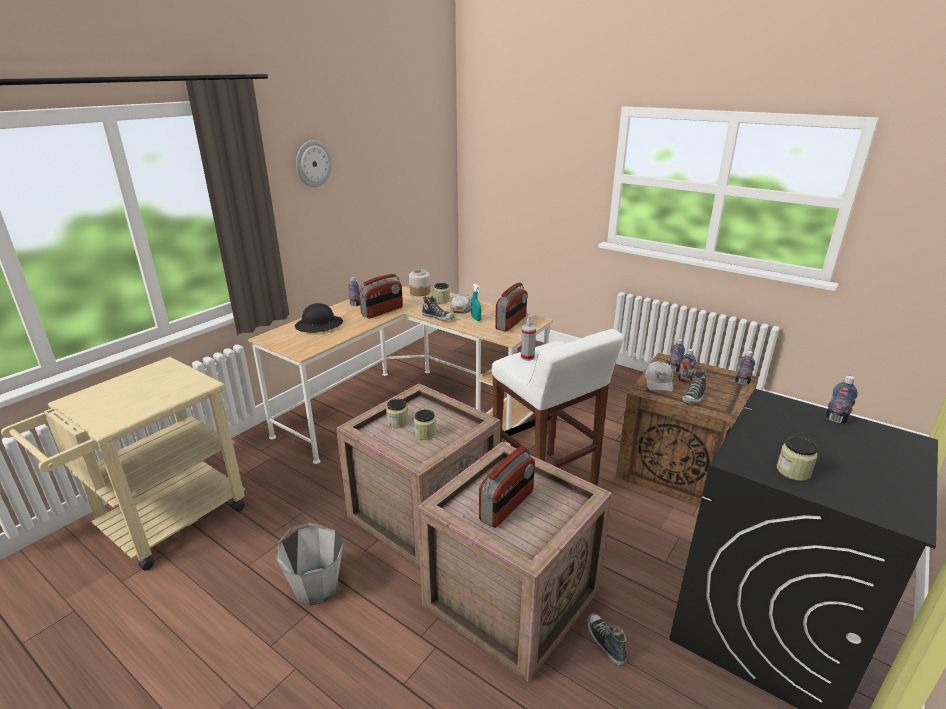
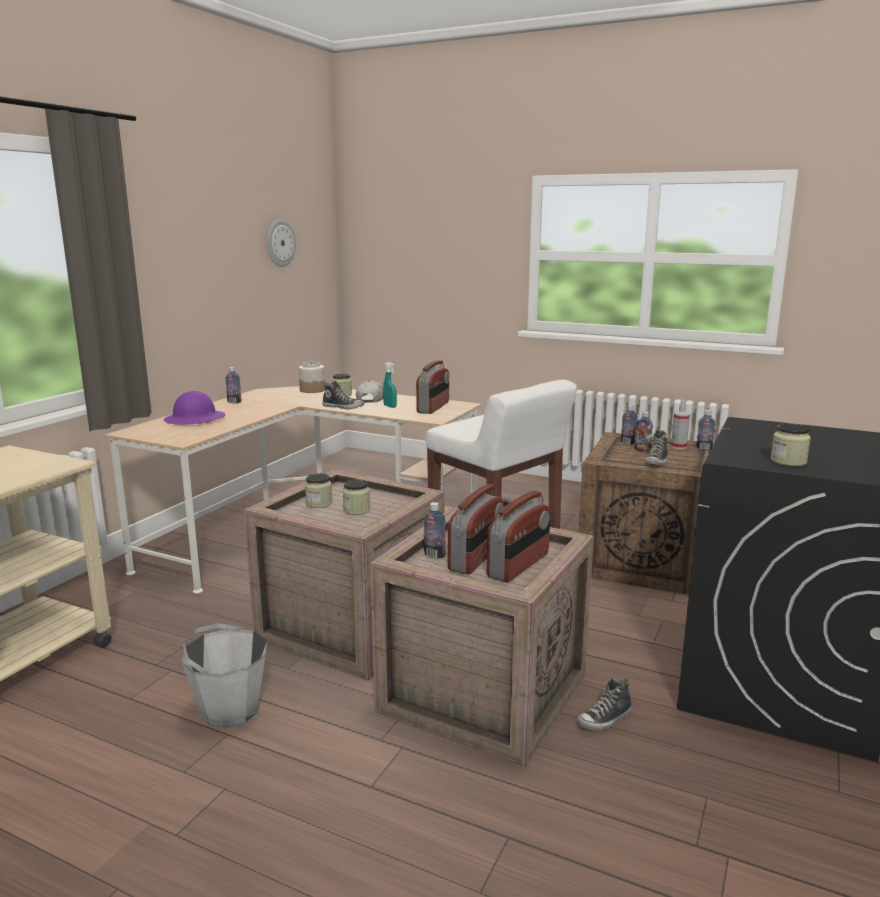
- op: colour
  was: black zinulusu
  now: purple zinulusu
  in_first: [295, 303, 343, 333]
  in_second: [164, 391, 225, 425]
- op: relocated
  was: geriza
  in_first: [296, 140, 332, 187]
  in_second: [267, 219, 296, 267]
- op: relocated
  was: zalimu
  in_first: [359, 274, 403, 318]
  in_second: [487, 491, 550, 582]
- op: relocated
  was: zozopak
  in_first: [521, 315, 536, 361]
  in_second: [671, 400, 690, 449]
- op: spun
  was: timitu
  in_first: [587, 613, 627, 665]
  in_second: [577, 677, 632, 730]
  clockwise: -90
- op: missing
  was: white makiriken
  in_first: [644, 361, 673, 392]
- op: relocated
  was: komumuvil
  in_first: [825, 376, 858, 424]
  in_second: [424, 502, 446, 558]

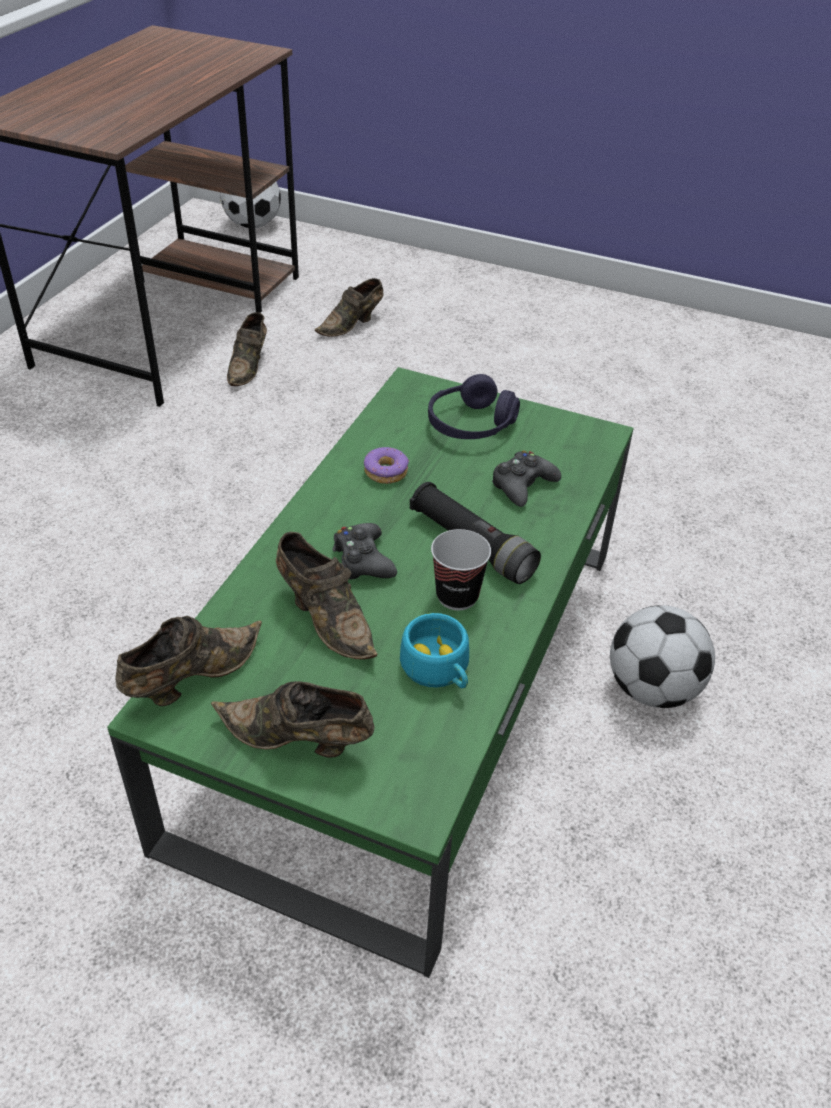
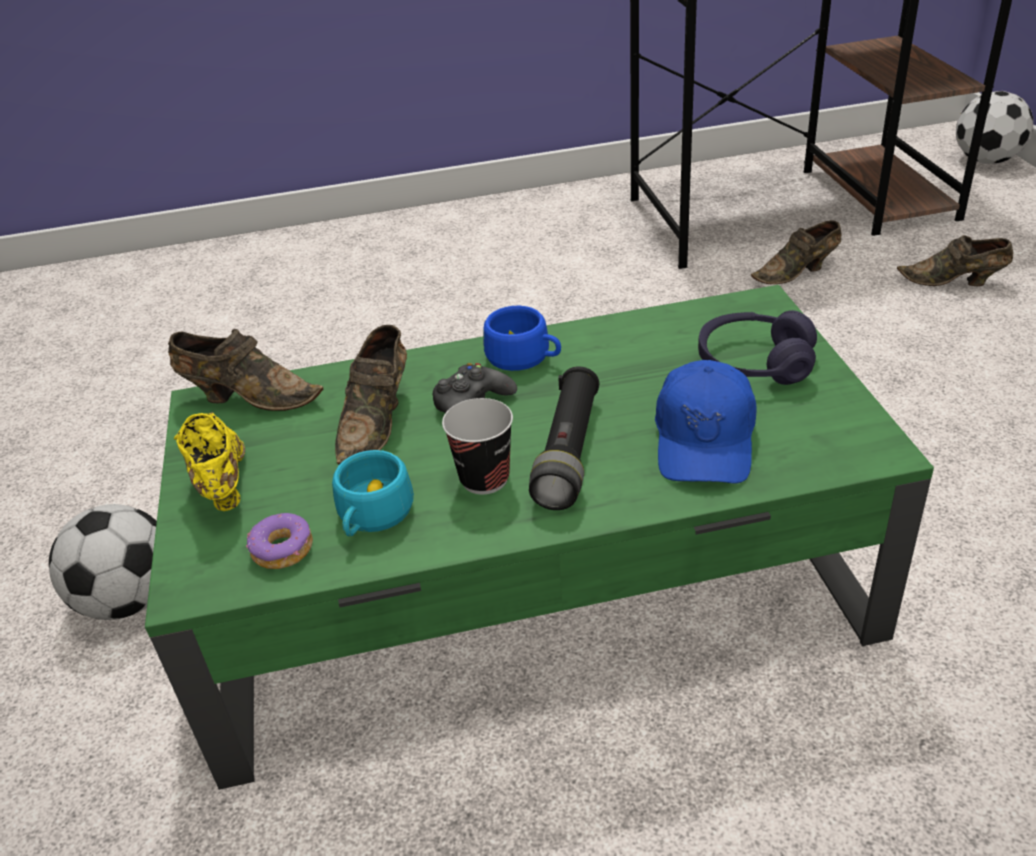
- op: colour
  was: brown timitu
  now: yellow timitu
  in_first: [211, 681, 374, 758]
  in_second: [174, 412, 245, 511]
- op: relocated
  was: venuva
  in_first: [364, 447, 409, 484]
  in_second: [246, 513, 313, 569]
- op: exchanged
  was: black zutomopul
  now: blue makiriken
  in_first: [492, 450, 561, 507]
  in_second: [655, 360, 757, 483]
- op: relocated
  was: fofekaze
  in_first: [610, 605, 715, 708]
  in_second: [49, 504, 157, 620]
- op: appeared
  now: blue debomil
  in_second: [483, 306, 561, 371]

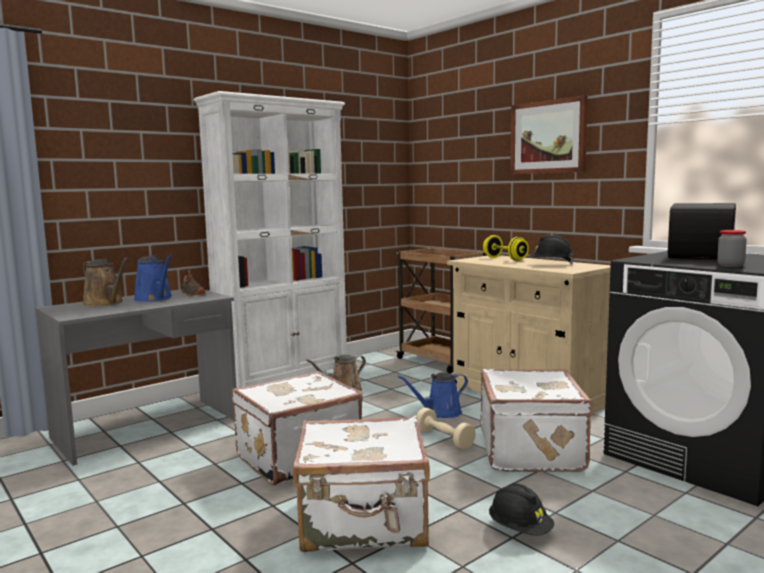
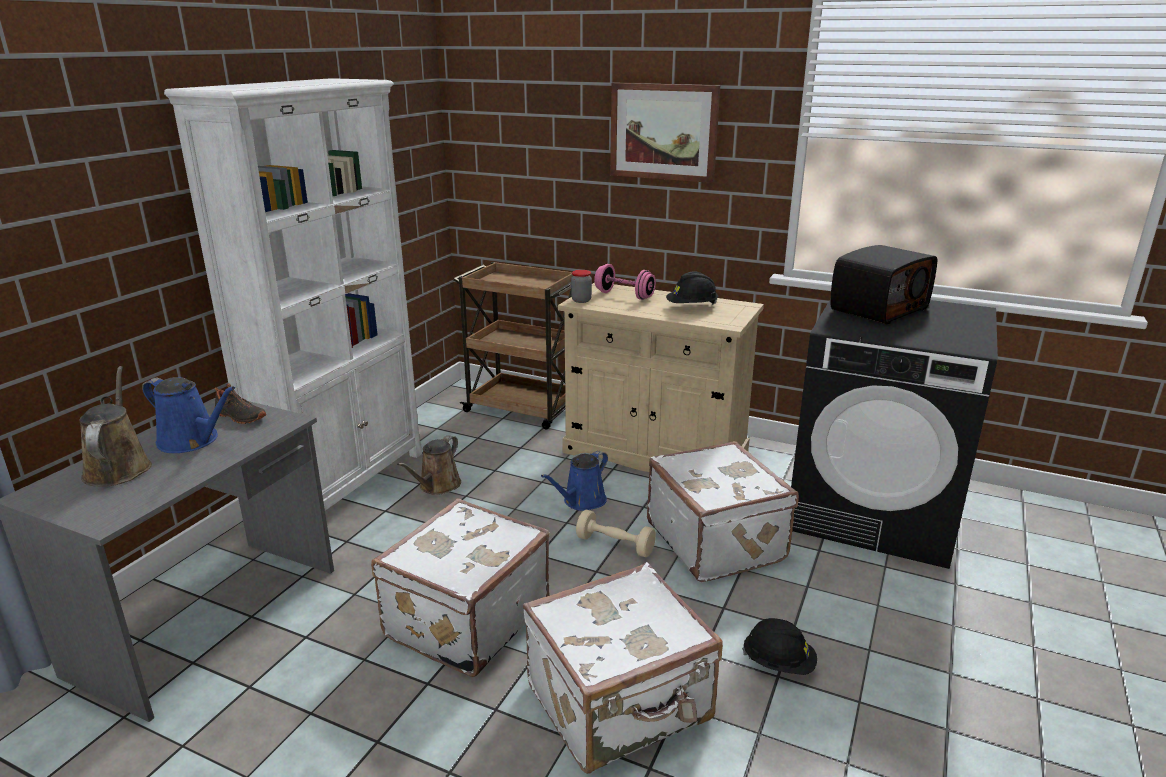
- op: spun
  was: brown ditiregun
  in_first: [82, 257, 129, 306]
  in_second: [79, 366, 152, 487]
  clockwise: -120
- op: colour
  was: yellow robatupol
  now: pink robatupol
  in_first: [483, 235, 529, 261]
  in_second: [594, 264, 656, 300]
- op: spun
  was: zalimu
  in_first: [668, 203, 736, 260]
  in_second: [831, 245, 938, 325]
  clockwise: 45
- op: relocated
  was: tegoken
  in_first: [717, 230, 747, 267]
  in_second: [571, 270, 592, 303]

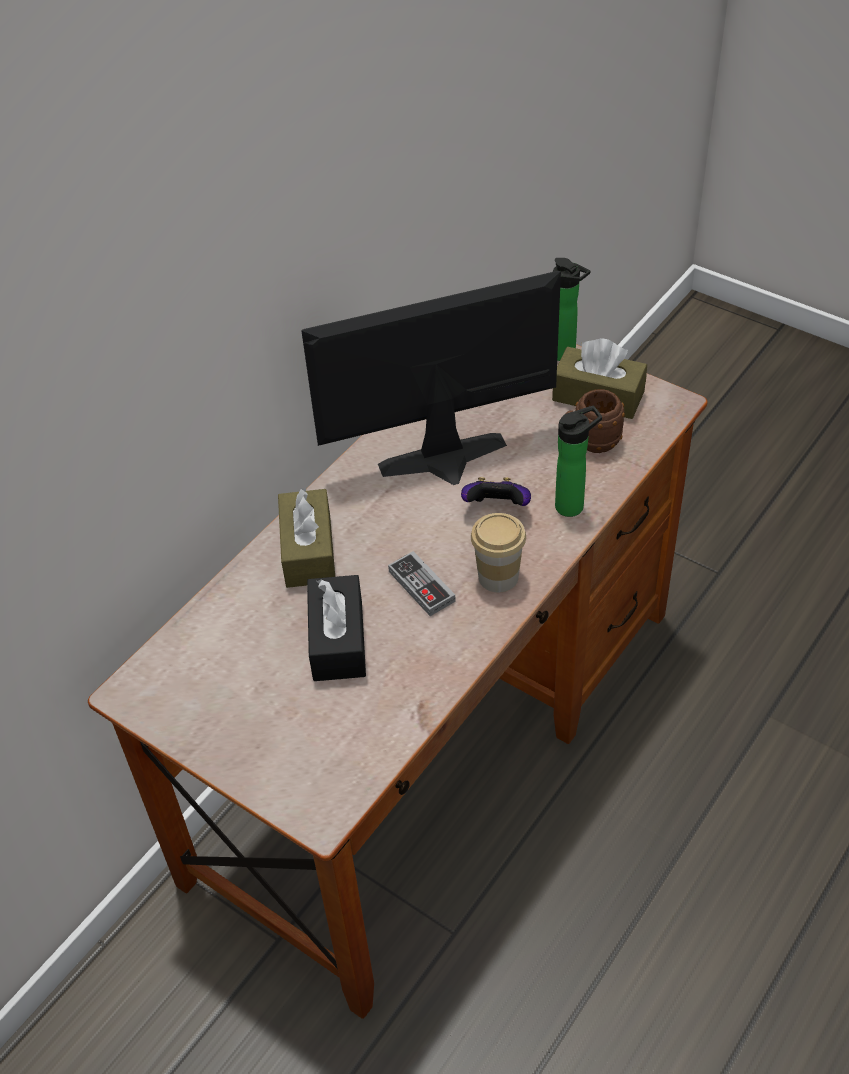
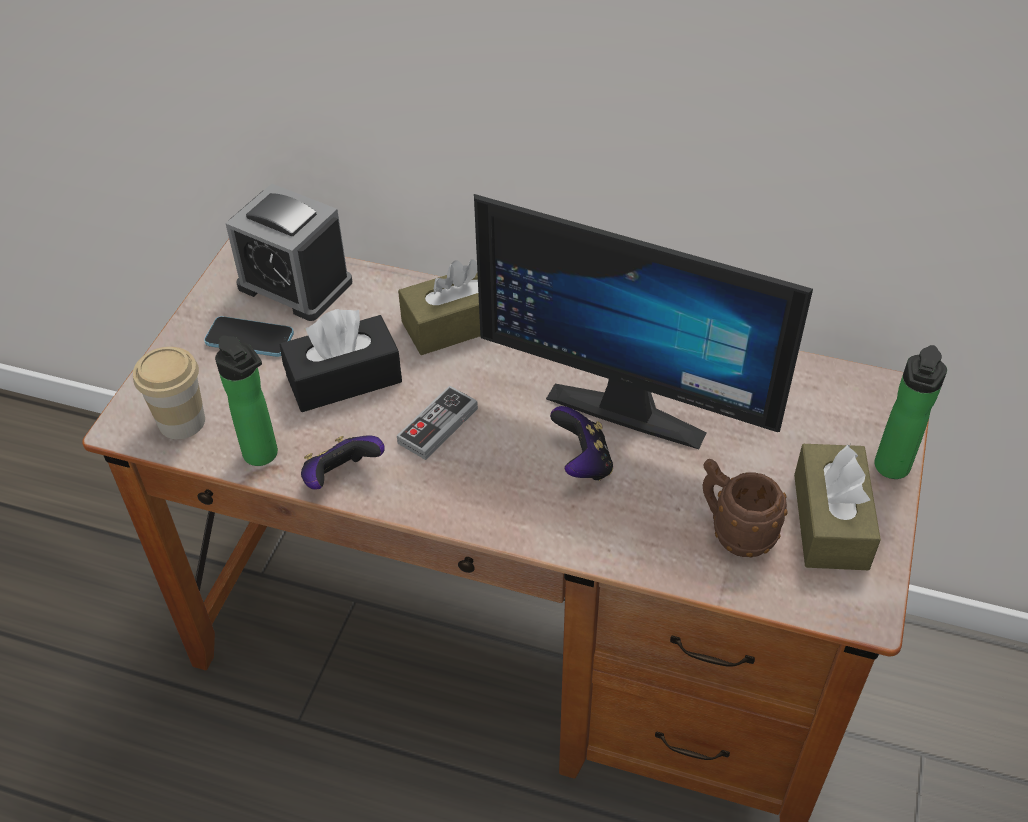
- op: spun
  was: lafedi
  in_first: [302, 271, 561, 485]
  in_second: [474, 194, 813, 449]
  clockwise: 150
- op: relocated
  was: debomil
  in_first: [471, 513, 526, 592]
  in_second: [133, 347, 205, 439]
- op: relocated
  was: komumuvil
  in_first: [555, 406, 602, 517]
  in_second: [215, 336, 278, 466]
- op: appeared
  now: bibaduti
  in_second: [204, 316, 294, 357]
- op: appeared
  now: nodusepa
  in_second: [225, 184, 352, 321]
- op: appeared
  now: zutomopul
  in_second: [301, 435, 385, 490]

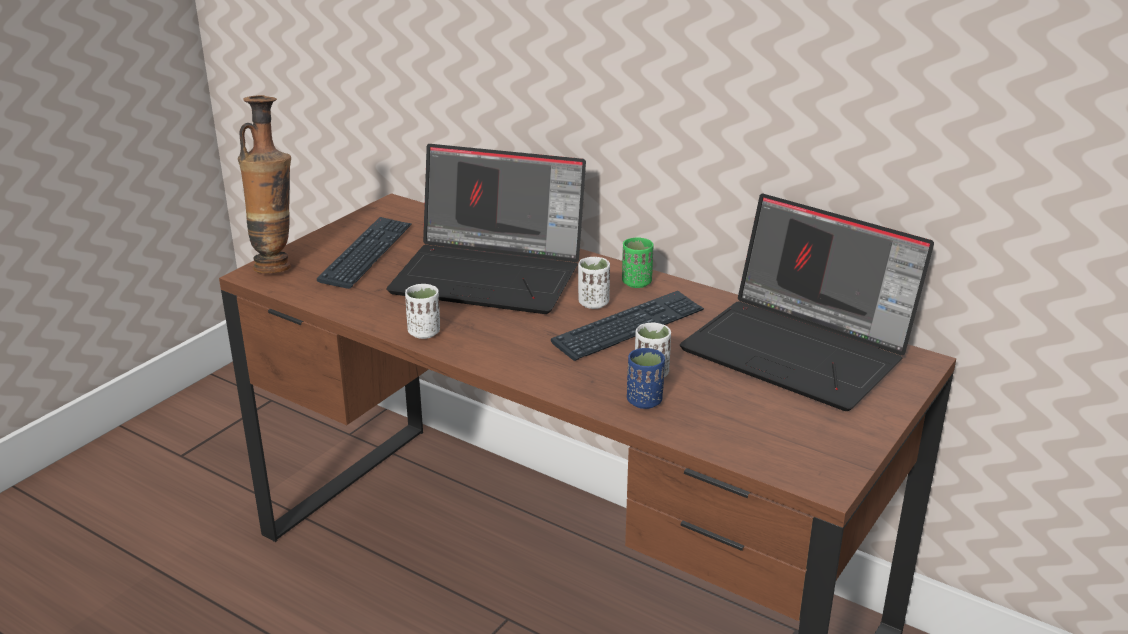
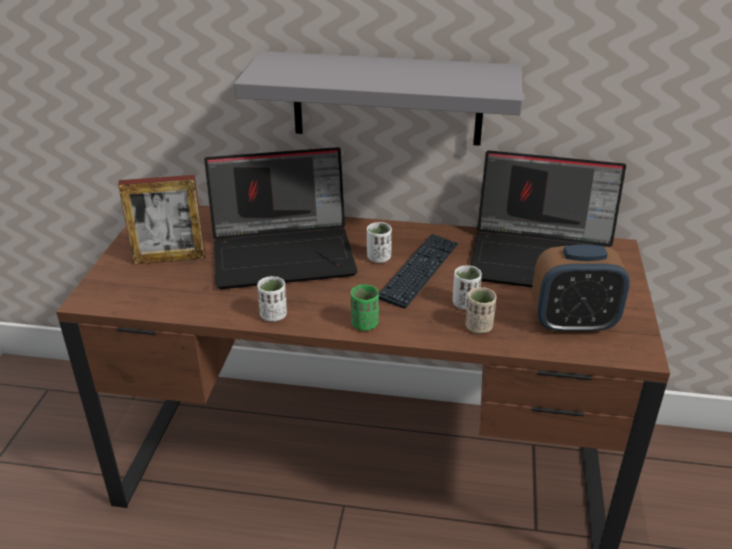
- op: missing
  was: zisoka
  in_first: [238, 95, 291, 273]
- op: exchanged
  was: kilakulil
  now: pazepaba
  in_first: [317, 217, 412, 289]
  in_second: [118, 175, 206, 264]
- op: relocated
  was: green debomil
  in_first: [622, 237, 653, 288]
  in_second: [351, 285, 379, 331]
- op: colour
  was: blue debomil
  now: beige debomil
  in_first: [627, 348, 665, 409]
  in_second: [465, 287, 496, 334]
- op: appeared
  now: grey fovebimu
  in_second: [234, 51, 522, 146]
- op: appeared
  now: nodusepa
  in_second: [532, 245, 630, 333]

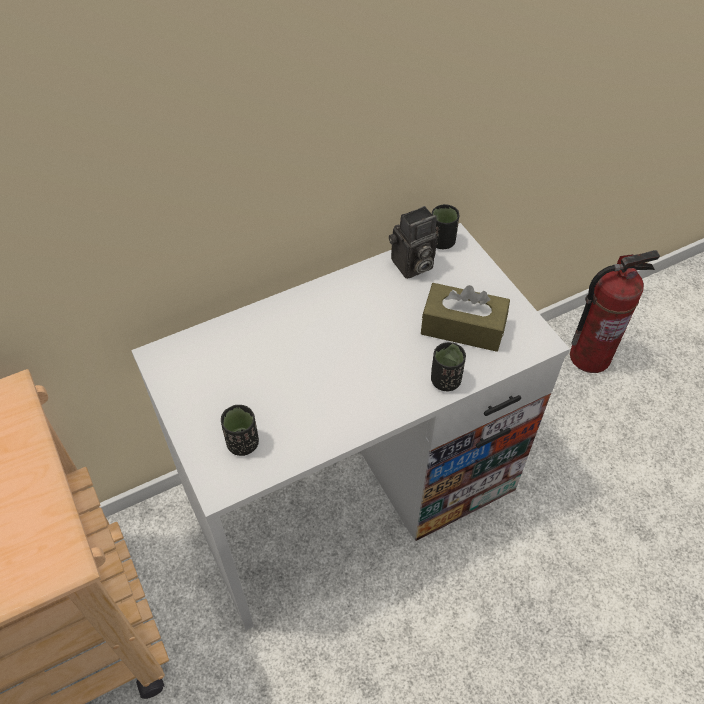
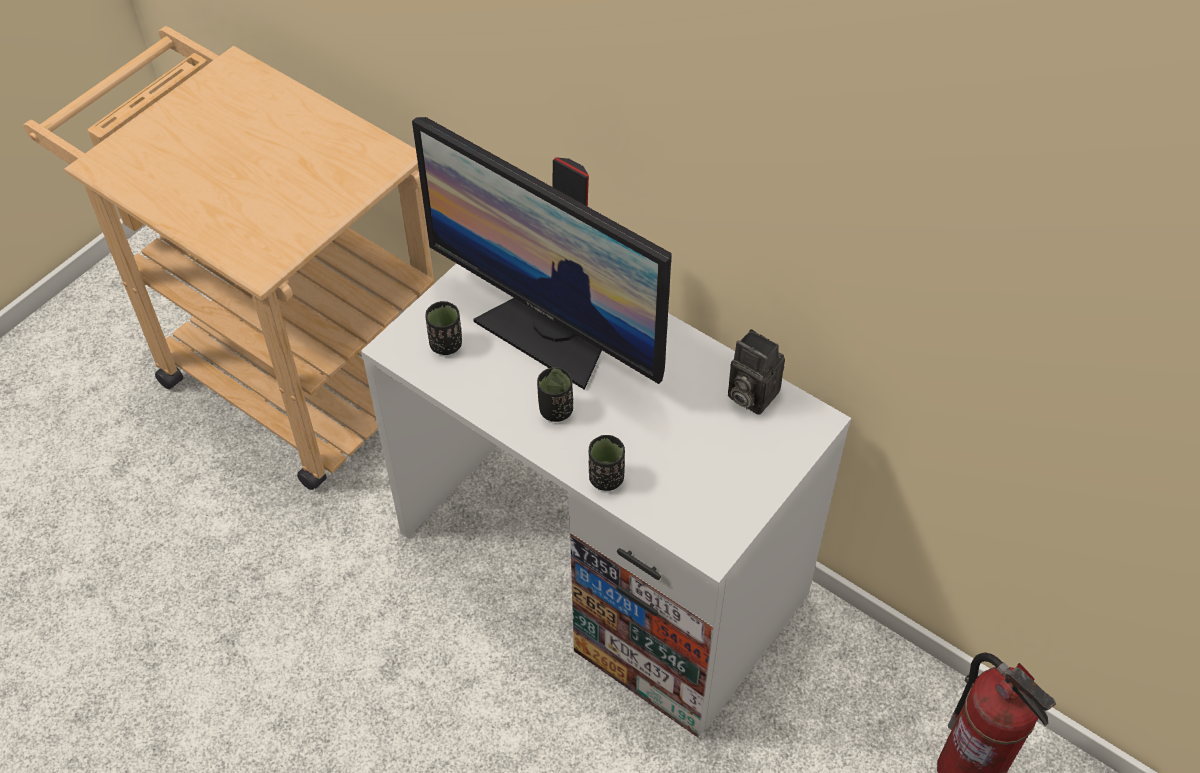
- op: missing
  was: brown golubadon
  in_first: [421, 283, 510, 352]
- op: relocated
  was: black debomil
  in_first: [432, 204, 459, 249]
  in_second: [537, 367, 573, 422]
- op: appeared
  now: lafedi
  in_second: [412, 117, 672, 390]

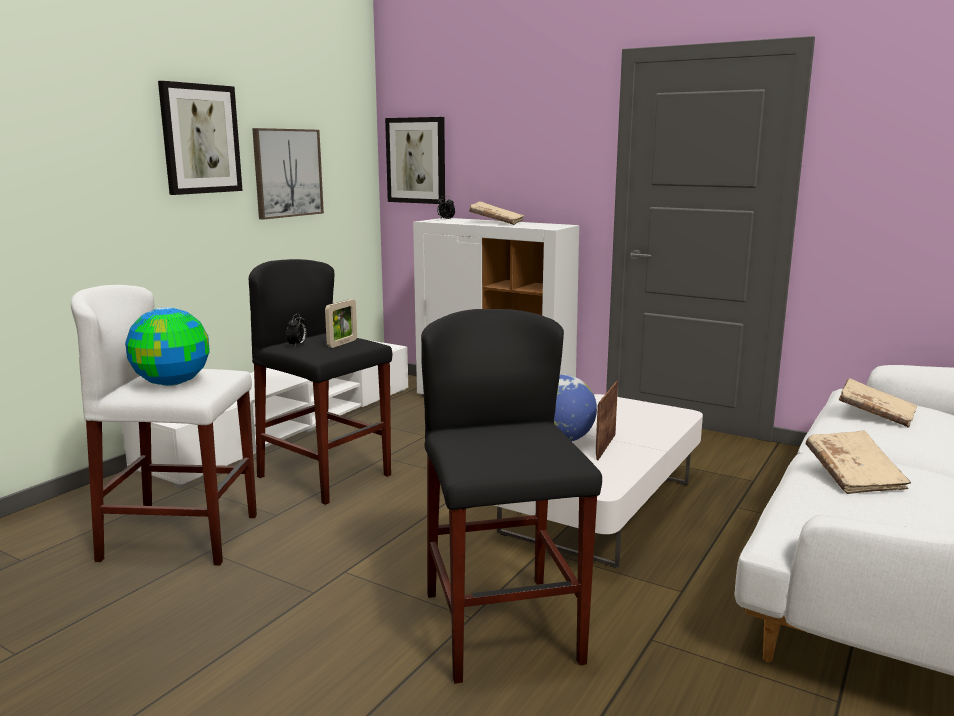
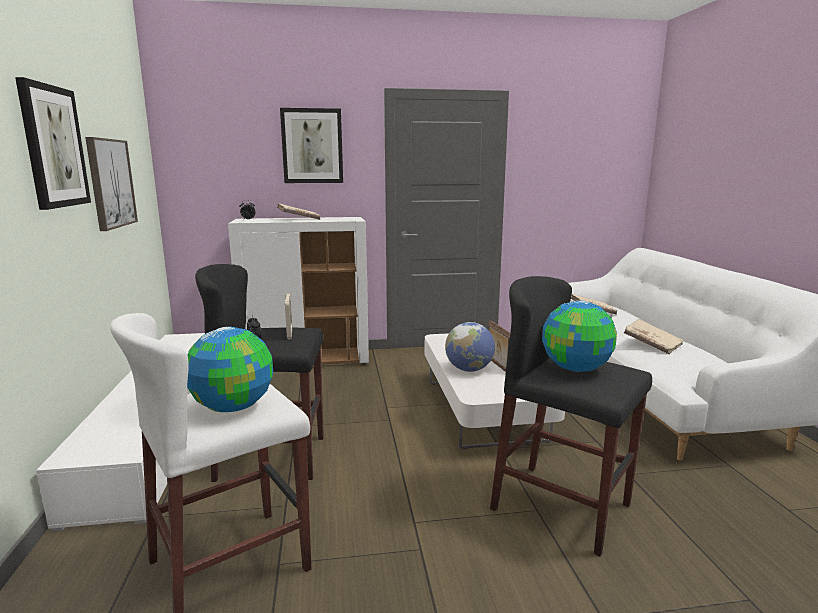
- op: relocated
  was: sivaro
  in_first: [385, 117, 445, 204]
  in_second: [280, 108, 343, 183]
- op: appeared
  now: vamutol
  in_second: [542, 300, 617, 372]

